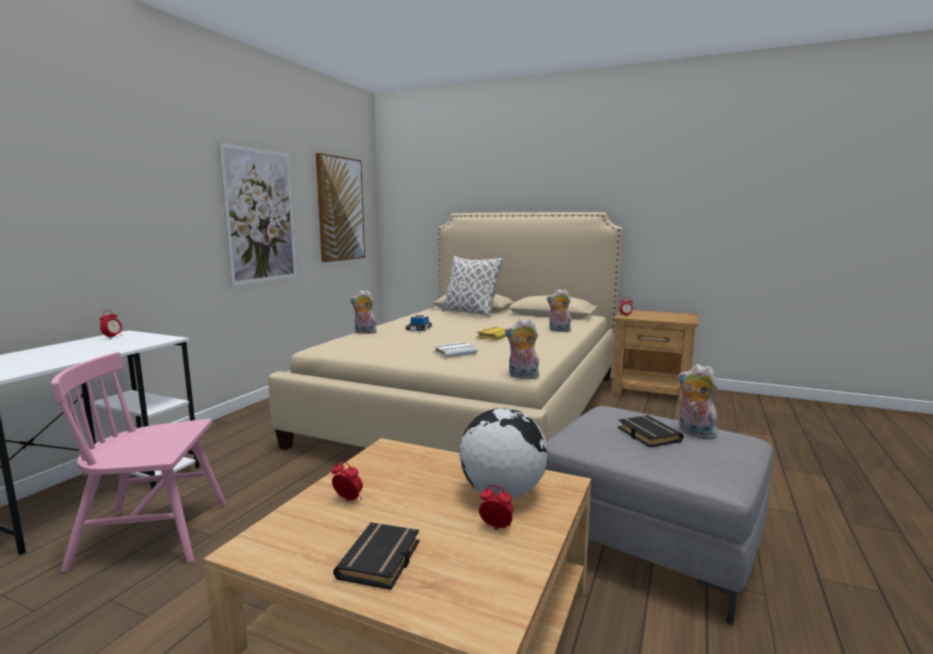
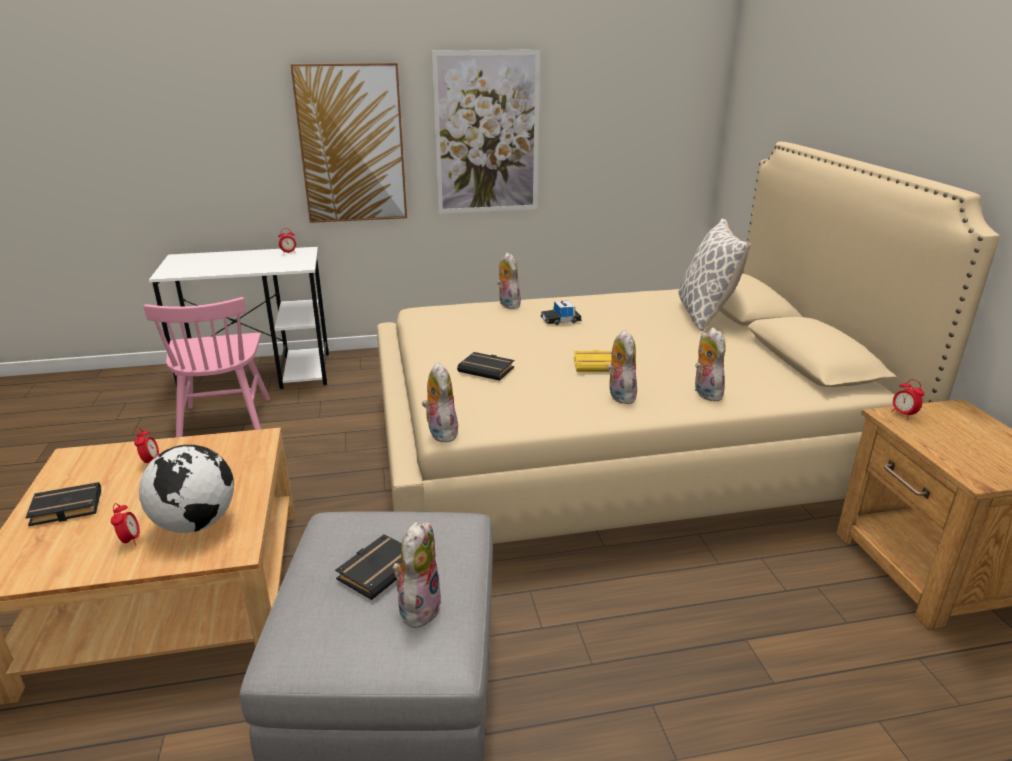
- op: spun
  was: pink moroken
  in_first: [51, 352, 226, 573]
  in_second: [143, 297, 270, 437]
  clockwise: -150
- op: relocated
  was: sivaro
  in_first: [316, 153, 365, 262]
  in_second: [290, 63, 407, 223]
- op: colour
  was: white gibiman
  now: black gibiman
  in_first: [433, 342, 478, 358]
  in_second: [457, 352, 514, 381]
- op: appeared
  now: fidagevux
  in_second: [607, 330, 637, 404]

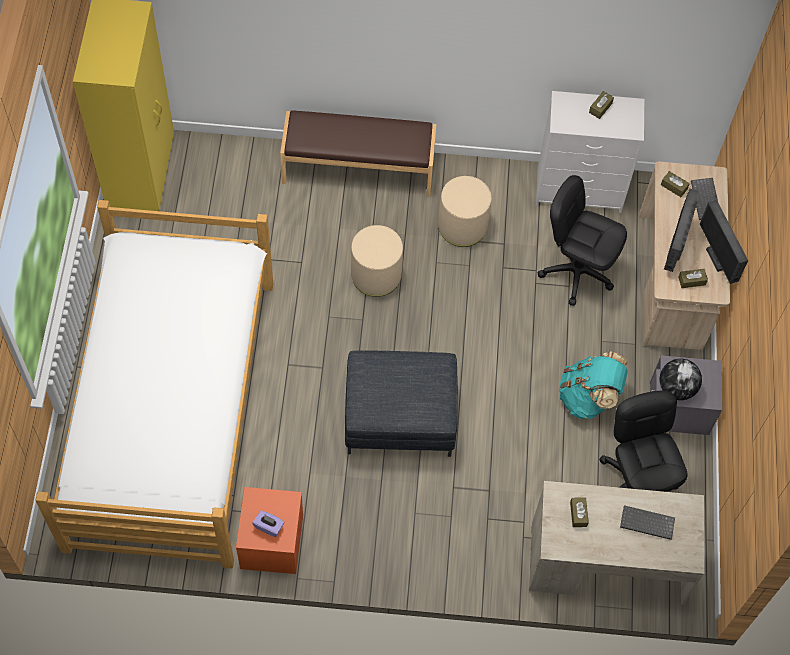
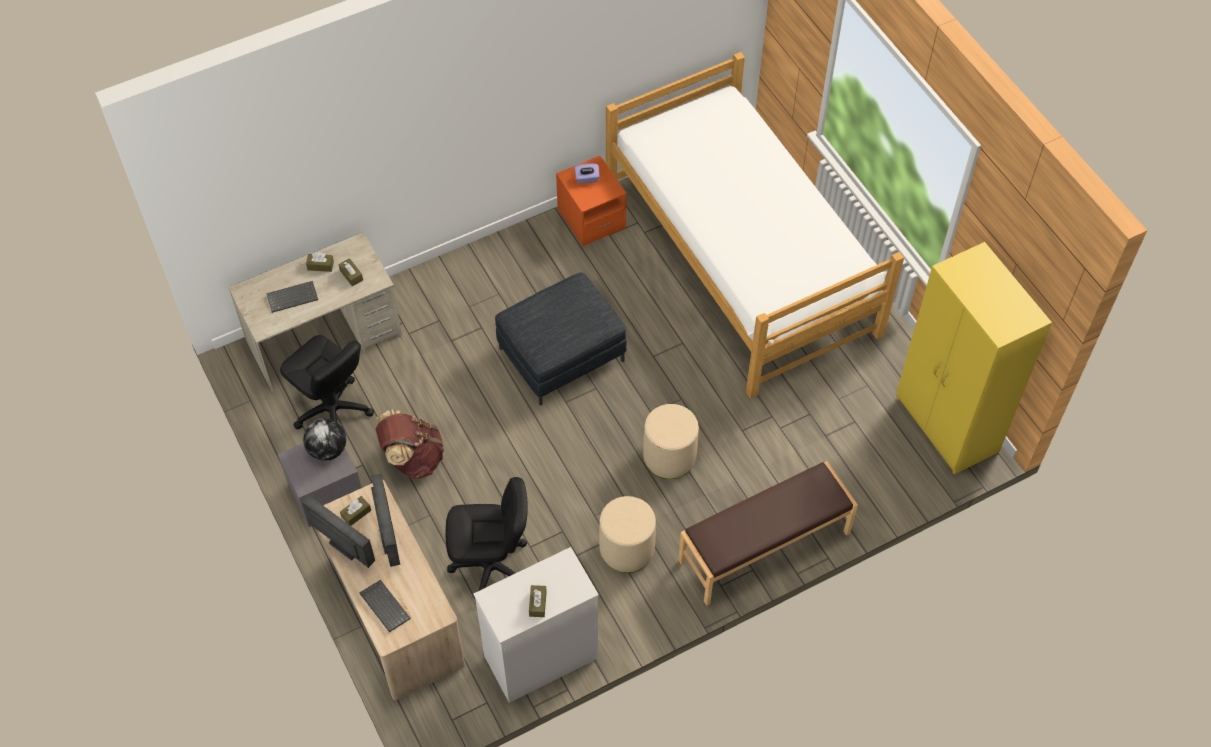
- op: colour
  was: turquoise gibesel
  now: brown gibesel
  in_first: [559, 351, 628, 419]
  in_second: [376, 409, 444, 479]
- op: relocated
  was: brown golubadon
  in_first: [661, 171, 690, 197]
  in_second: [306, 252, 334, 272]

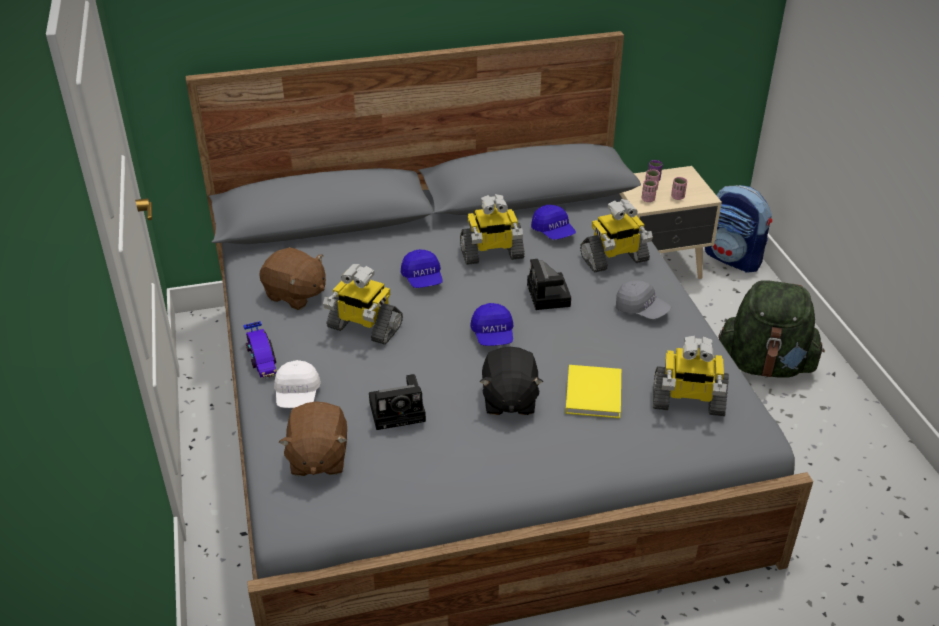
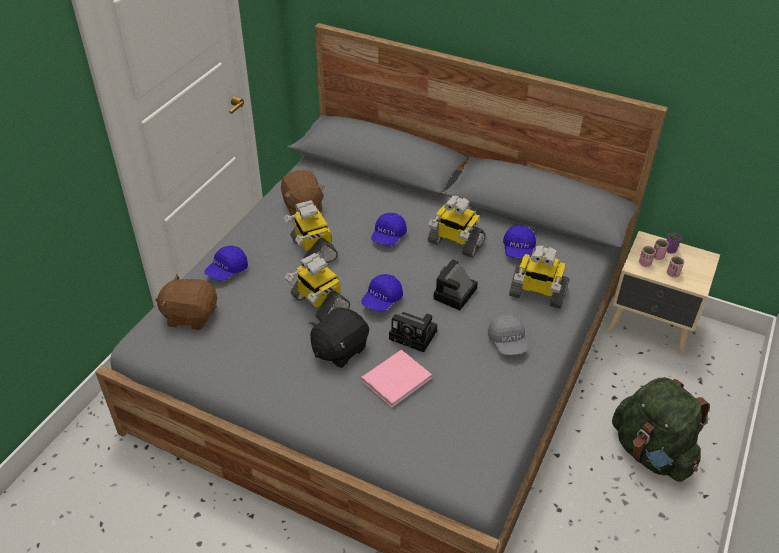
- op: missing
  was: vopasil
  in_first: [243, 321, 277, 378]
- op: colour
  was: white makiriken
  now: blue makiriken
  in_first: [274, 360, 321, 408]
  in_second: [204, 246, 248, 281]
- op: spun
  was: brown fidagevux
  in_first: [279, 402, 347, 476]
  in_second: [155, 274, 217, 330]
  clockwise: 60
- op: relocated
  was: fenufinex
  in_first: [369, 374, 426, 430]
  in_second: [389, 312, 437, 352]
- op: colour
  was: yellow gibiman
  now: pink gibiman
  in_first: [565, 365, 621, 418]
  in_second: [361, 350, 432, 408]
- op: relocated
  was: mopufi
  in_first: [653, 336, 729, 416]
  in_second: [285, 253, 350, 321]
- op: missing
  was: gibesel
  in_first: [705, 185, 772, 273]

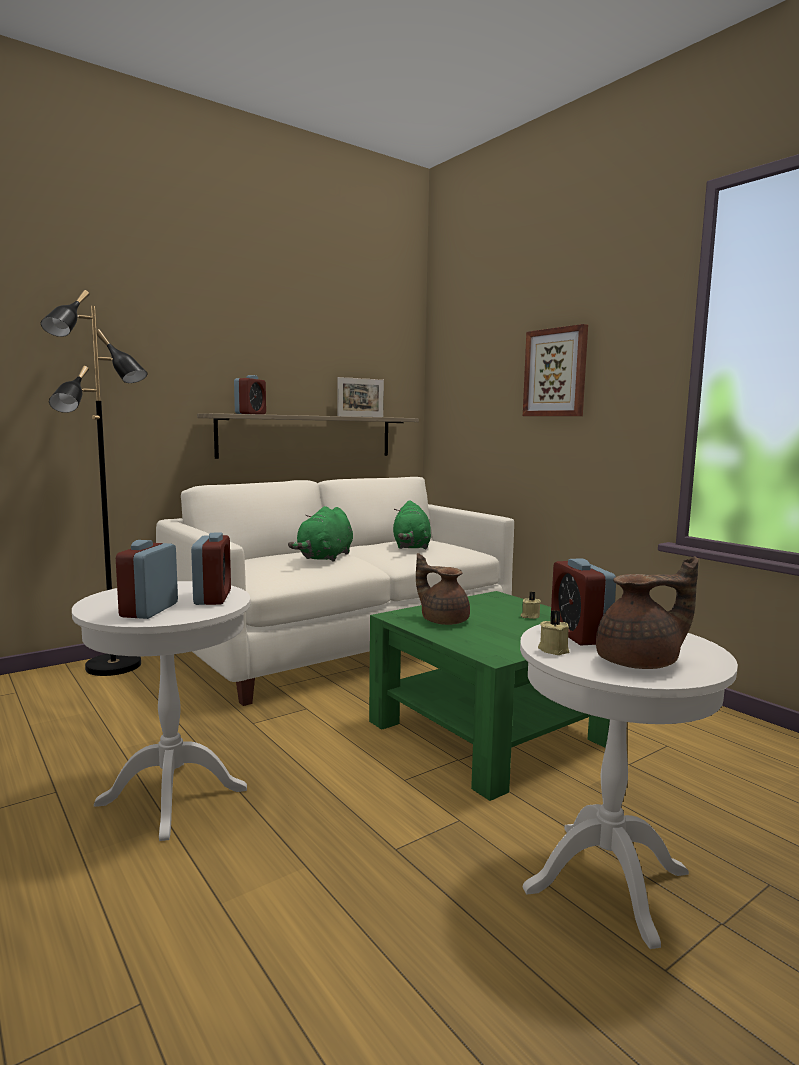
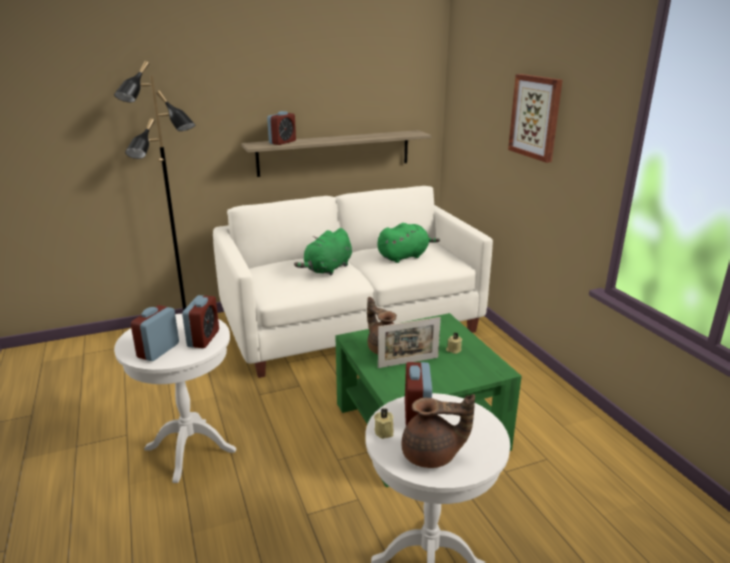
- op: relocated
  was: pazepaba
  in_first: [337, 377, 384, 417]
  in_second: [378, 317, 441, 368]
- op: spun
  was: green fidagevux
  in_first: [393, 500, 431, 549]
  in_second: [377, 223, 440, 263]
  clockwise: -135

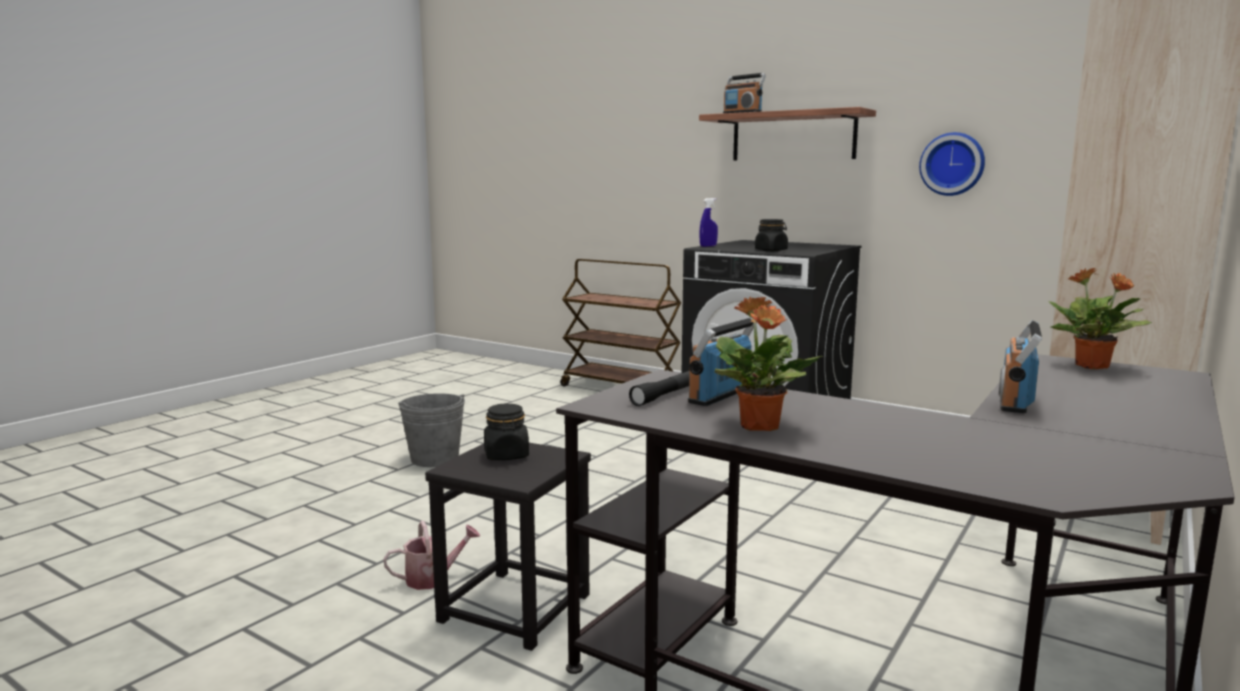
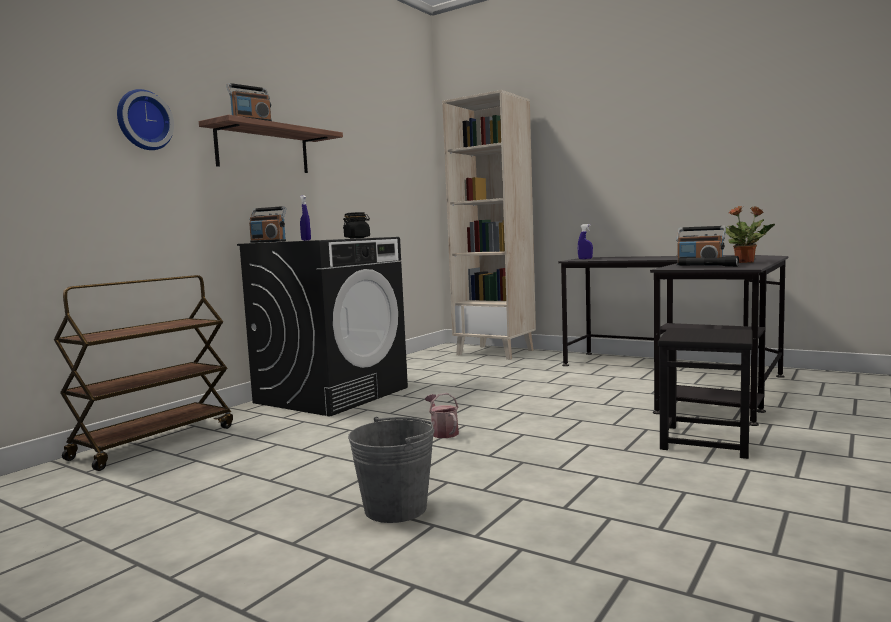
- op: relocated
  was: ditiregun
  in_first: [383, 520, 480, 590]
  in_second: [425, 393, 459, 438]
- op: missing
  was: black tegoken
  in_first: [484, 403, 529, 460]
- op: relocated
  was: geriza
  in_first: [919, 132, 985, 196]
  in_second: [117, 89, 174, 150]
- op: relocated
  was: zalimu
  in_first: [999, 320, 1042, 413]
  in_second: [249, 206, 287, 243]
- op: exchanged
  was: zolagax
  now: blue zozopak
  in_first: [1048, 268, 1152, 369]
  in_second: [578, 224, 593, 259]

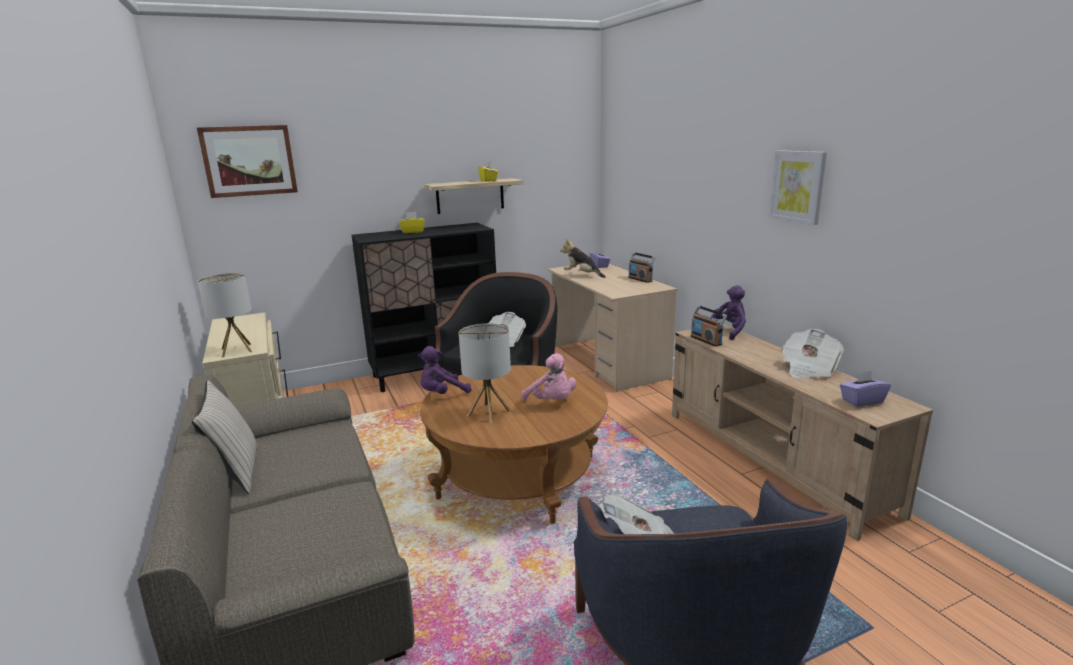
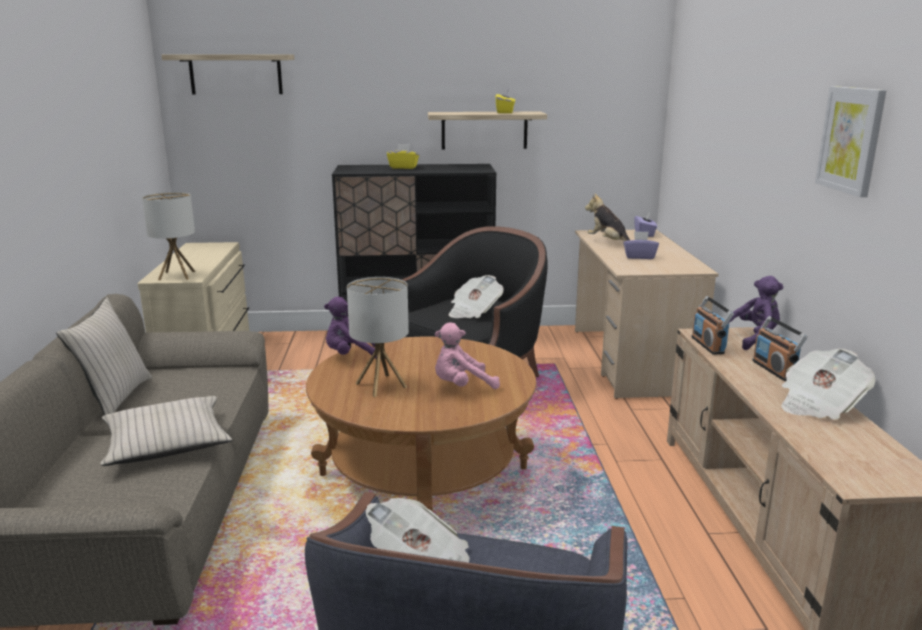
- op: exchanged
  was: sivaro
  now: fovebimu
  in_first: [197, 125, 298, 198]
  in_second: [161, 54, 294, 94]
- op: spun
  was: pink fidagevux
  in_first: [521, 353, 576, 400]
  in_second: [435, 322, 500, 389]
  clockwise: 90
- op: relocated
  was: zalimu
  in_first: [628, 252, 655, 283]
  in_second: [752, 316, 808, 381]
- op: relocated
  was: purple golubadon
  in_first: [840, 370, 891, 407]
  in_second: [623, 231, 659, 259]
- op: appeared
  now: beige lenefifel
  in_second: [100, 396, 232, 466]

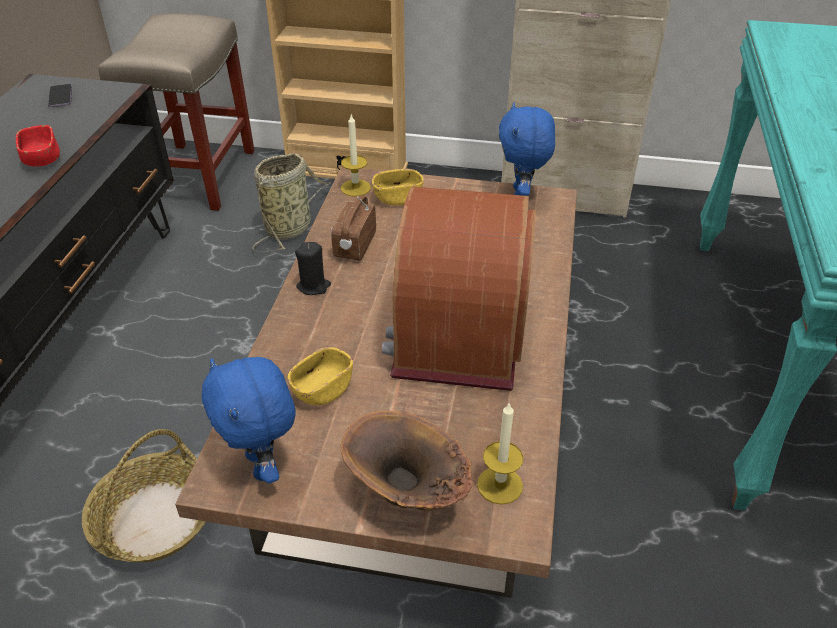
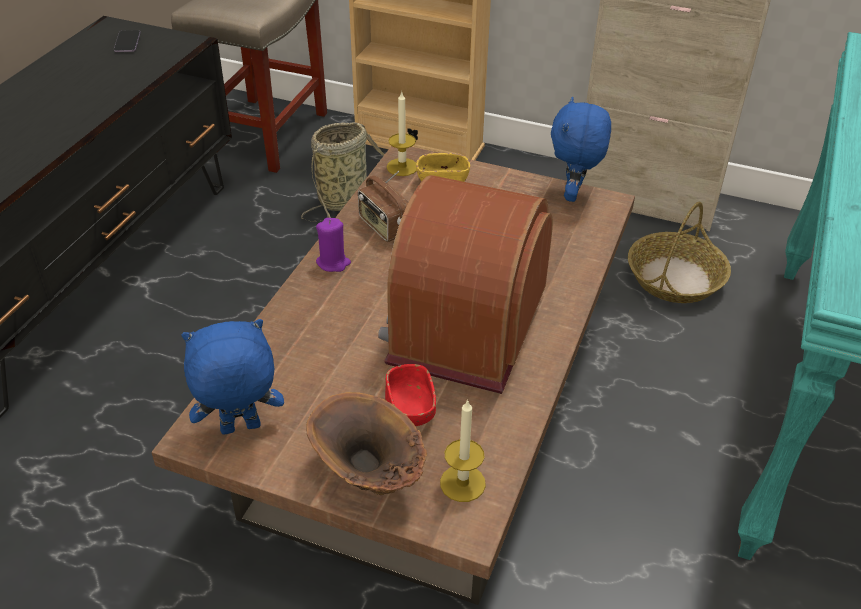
- op: relocated
  was: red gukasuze
  in_first: [16, 125, 60, 167]
  in_second: [385, 364, 436, 426]
- op: relocated
  was: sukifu
  in_first: [82, 429, 206, 562]
  in_second: [628, 202, 731, 303]
- op: spun
  was: blue fidagevux
  in_first: [202, 357, 296, 483]
  in_second: [181, 319, 284, 435]
  clockwise: 90
- op: missing
  was: yellow gukasuze
  in_first: [288, 347, 353, 405]
- op: colour
  was: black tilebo
  now: purple tilebo
  in_first: [295, 242, 331, 295]
  in_second: [316, 218, 351, 272]
- op: spun
  was: zalimu
  in_first: [331, 195, 376, 261]
  in_second: [358, 171, 408, 242]
  clockwise: -60

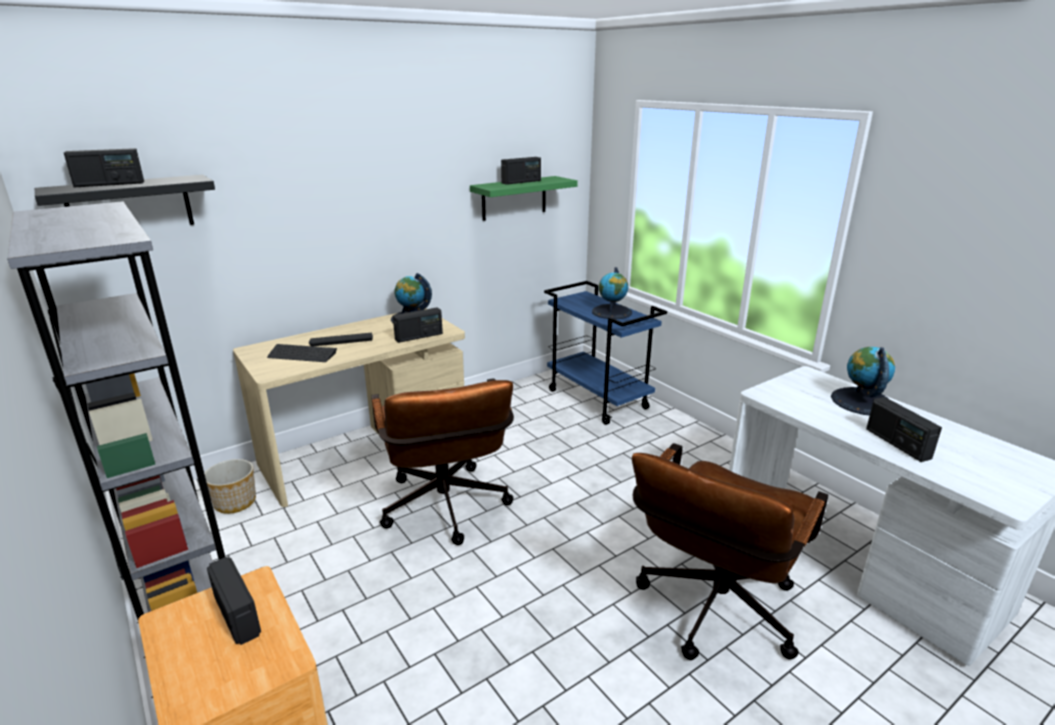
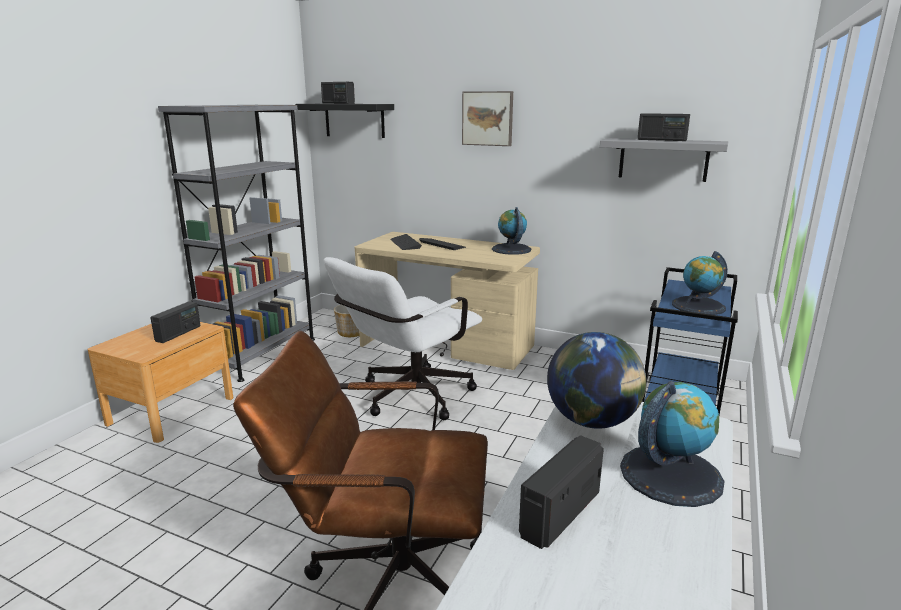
- op: colour
  was: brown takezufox
  now: white takezufox
  in_first: [371, 378, 514, 545]
  in_second: [324, 257, 482, 420]
- op: missing
  was: zalimu
  in_first: [393, 307, 443, 343]
- op: colour
  was: green fovebimu
  now: grey fovebimu
  in_first: [470, 176, 578, 221]
  in_second: [600, 138, 728, 182]
- op: appeared
  now: sivaro
  in_second: [462, 91, 513, 146]
- op: appeared
  now: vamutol
  in_second: [547, 332, 646, 429]

